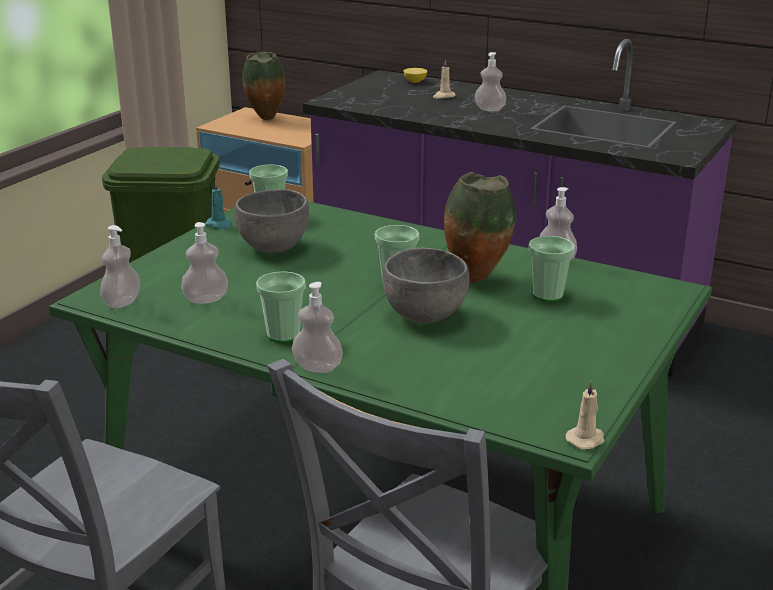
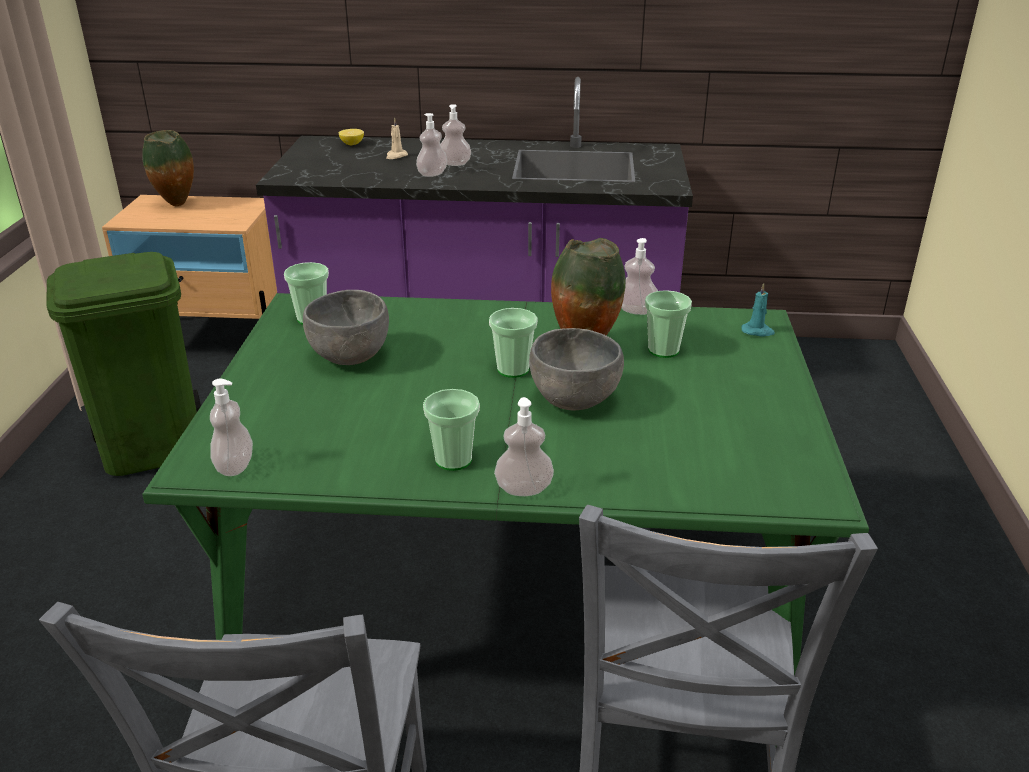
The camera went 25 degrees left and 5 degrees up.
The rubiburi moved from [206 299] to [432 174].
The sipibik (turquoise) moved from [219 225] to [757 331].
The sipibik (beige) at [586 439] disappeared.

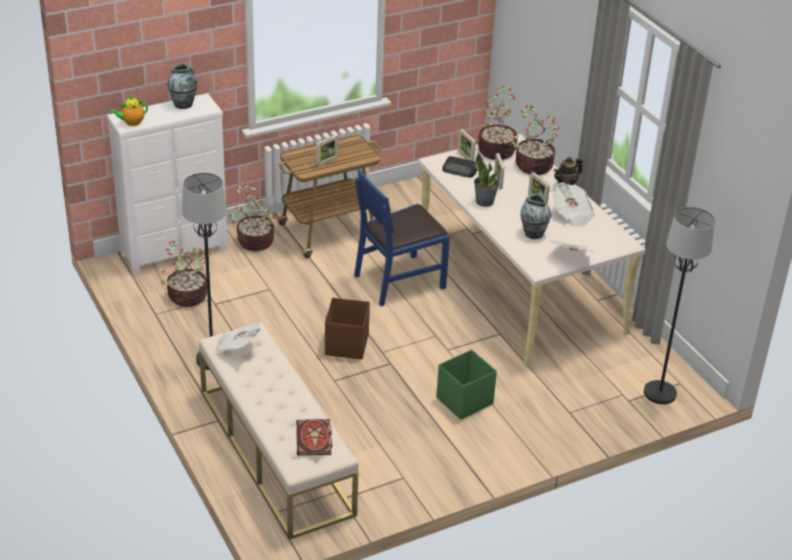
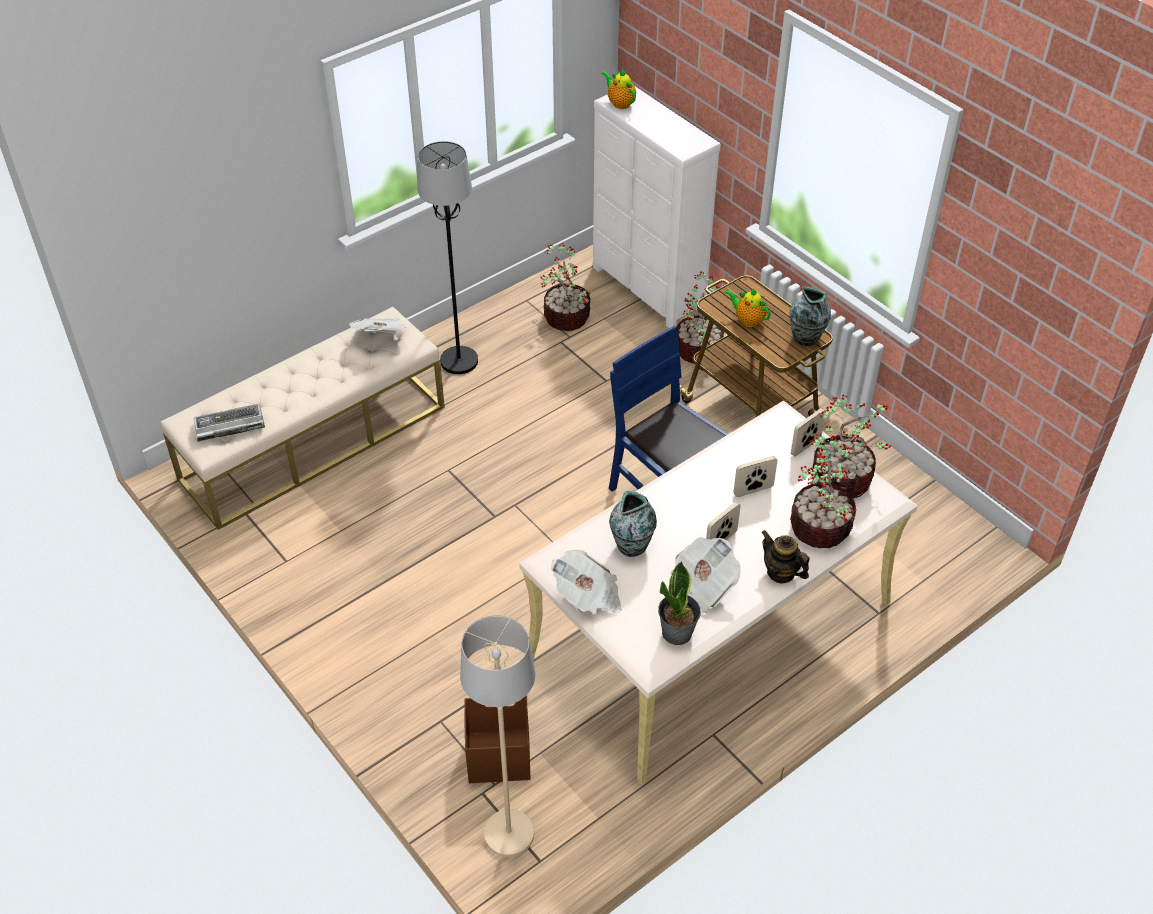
The camera went 80 degrees right and 10 degrees up.
The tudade at [315 440] was replaced by the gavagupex at [229 426].
The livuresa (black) at [660 393] became the livuresa (beige) at [508 834].
The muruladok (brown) moved from [346 345] to [497 756].
The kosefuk moved from [484 201] to [677 633].
The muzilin at [327 162] was replaced by the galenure at [747 320].
The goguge moved from [183 104] to [806 338].
The muruladok (green) at [463 401] disappeared.
The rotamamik at [460 170] disappeared.

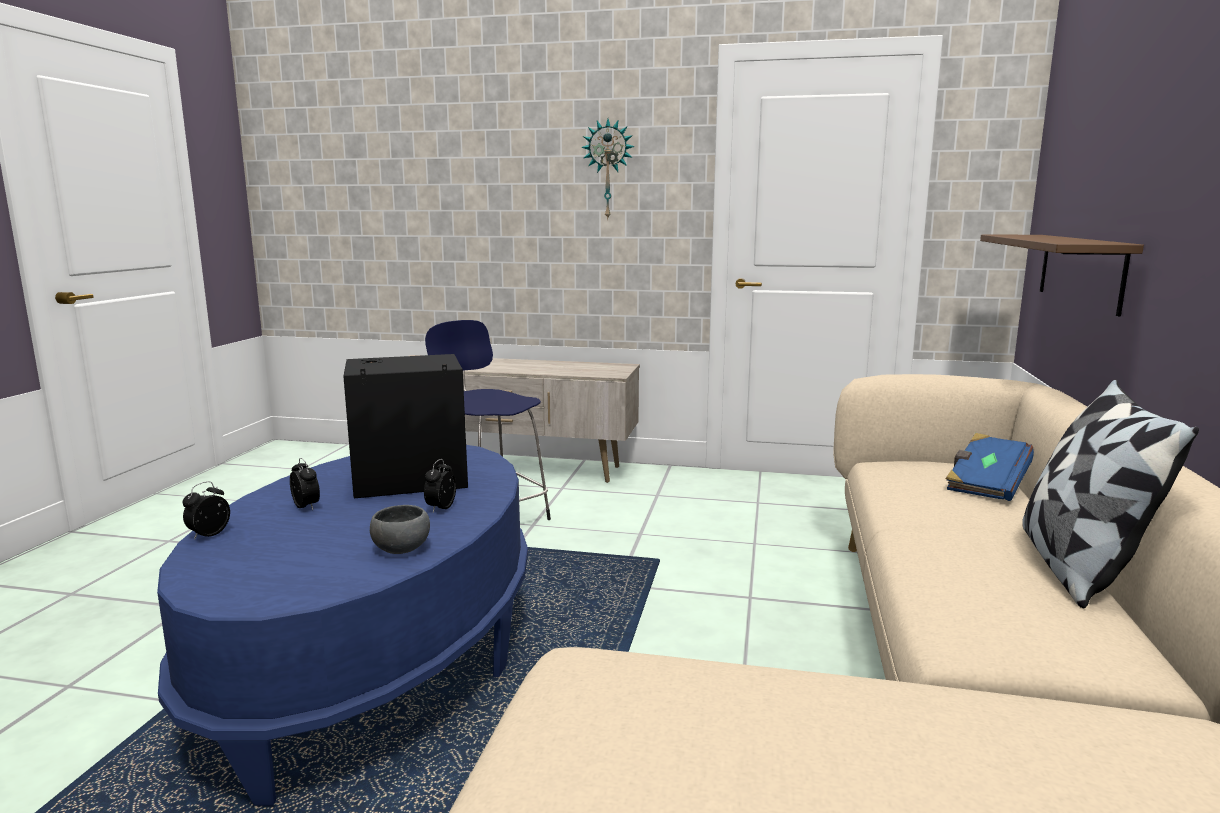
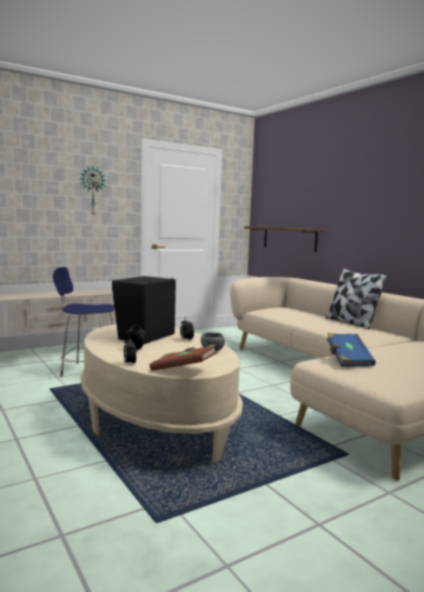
The camera went 45 degrees left and 5 degrees down.
The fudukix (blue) at [378 658] became the fudukix (beige) at [156 420].
The tudade (brown) at [183 370] appeared.
The tudade (blue) moved from [987 485] to [347 360].

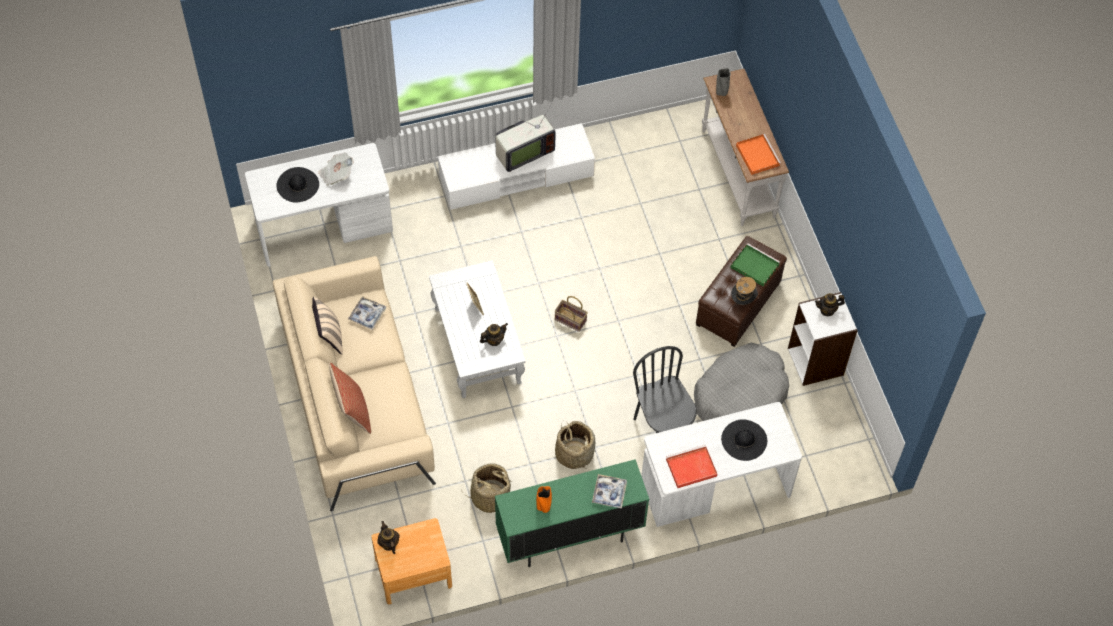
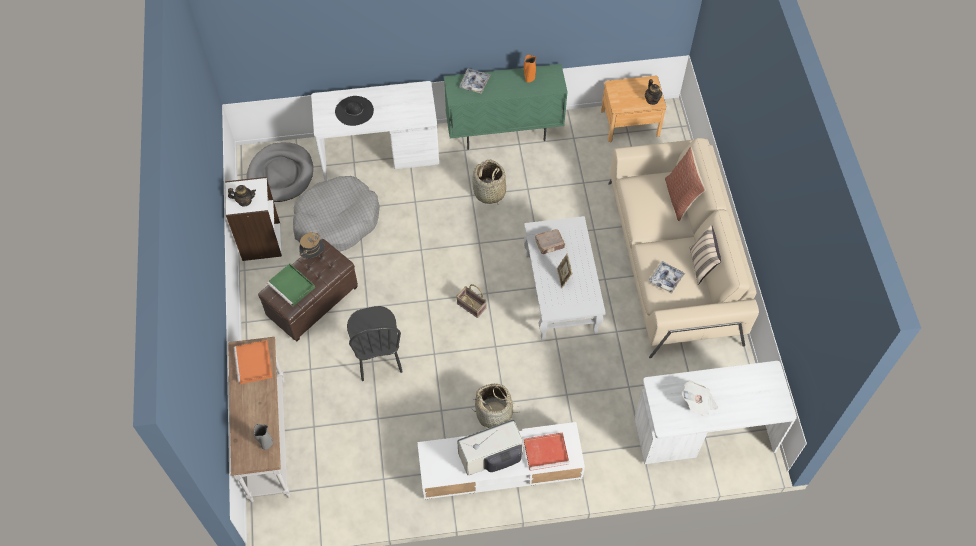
The camera went 170 degrees left and 0 degrees up.
The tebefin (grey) at [281 174] appeared.
The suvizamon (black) moved from [662 430] to [378 358].
The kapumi moved from [490 496] to [494 414].
The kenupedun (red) moved from [690 468] to [547 452].
The galenure at [494 340] was replaced by the tudade (brown) at [550 244].
The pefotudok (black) at [297 185] disappeared.

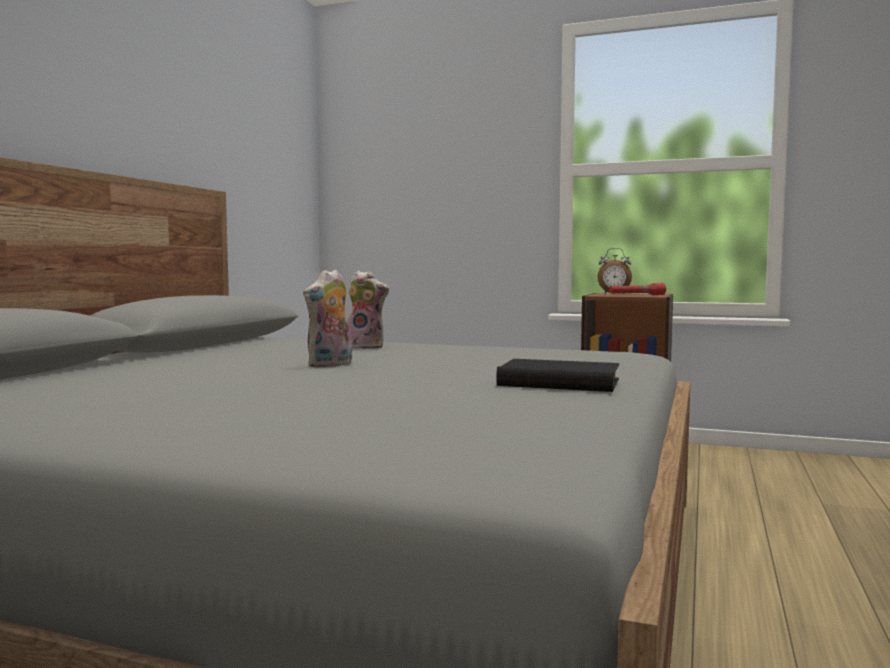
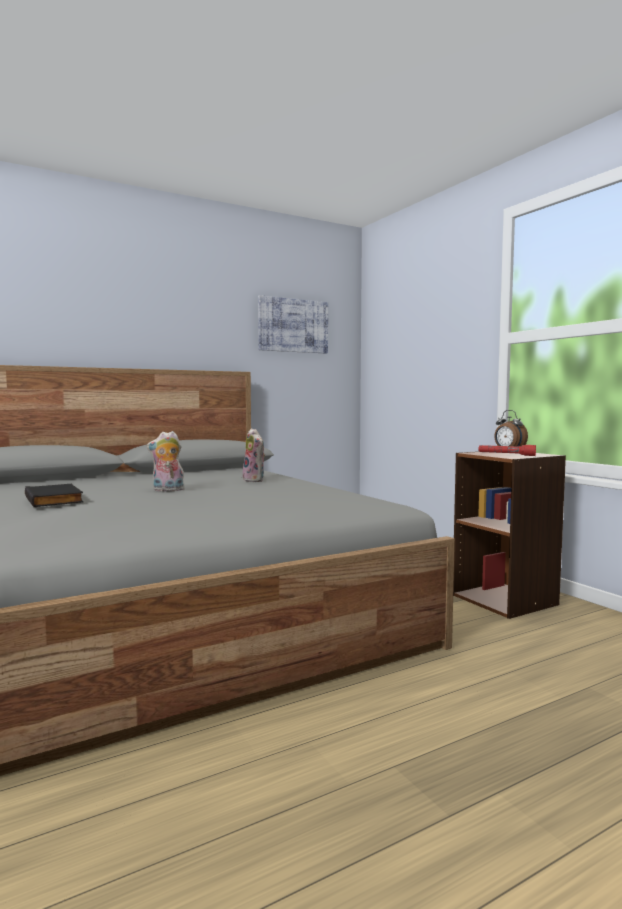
The camera went 40 degrees right and 0 degrees up.
The tudade (black) moved from [560 382] to [55 499].
The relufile at [293 325] appeared.

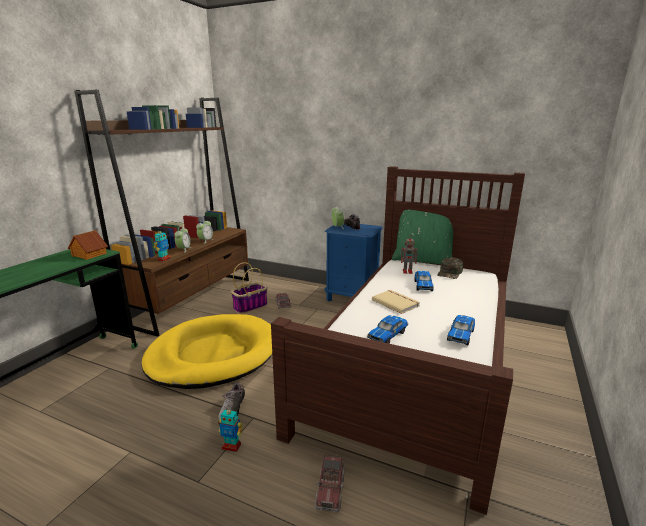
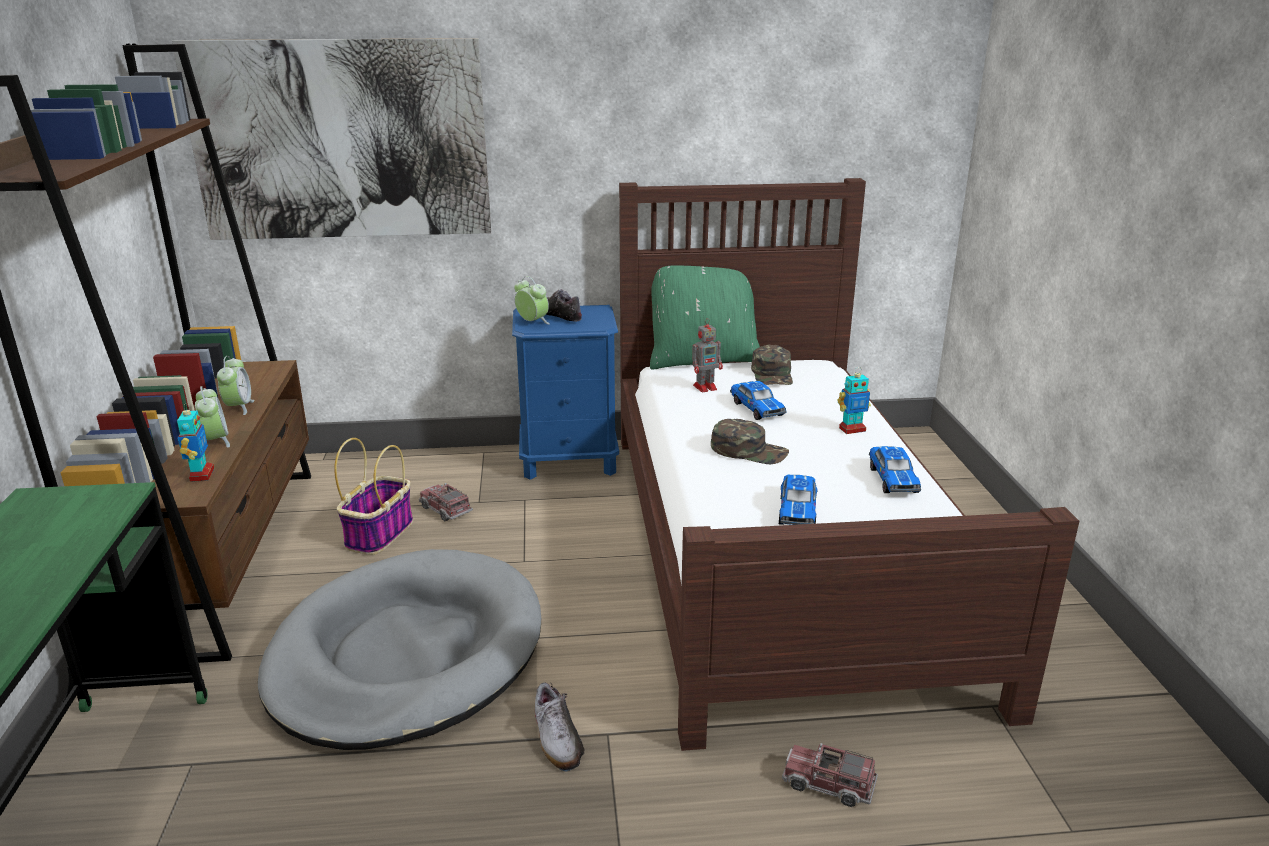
The camera went 30 degrees left and 5 degrees up.
The relufile at [341 140] appeared.
The tebefin (yellow) at [213 354] became the tebefin (grey) at [406 654].
The tudade (beige) at [396 302] was replaced by the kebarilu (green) at [749 450].
The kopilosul at [330 490] turned 135 degrees clockwise.
The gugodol moved from [231 446] to [852 429].
The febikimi at [89 255] disappeared.

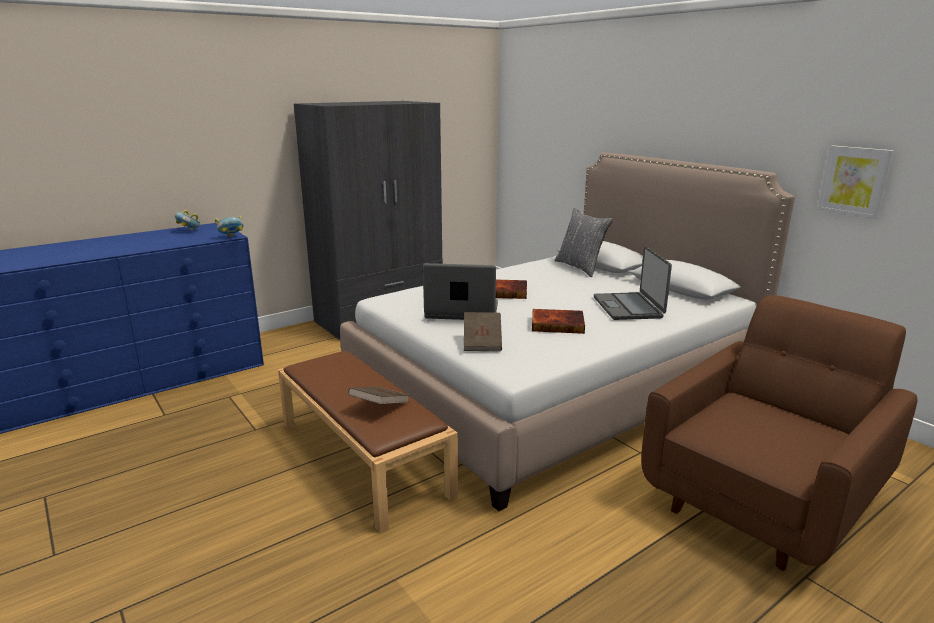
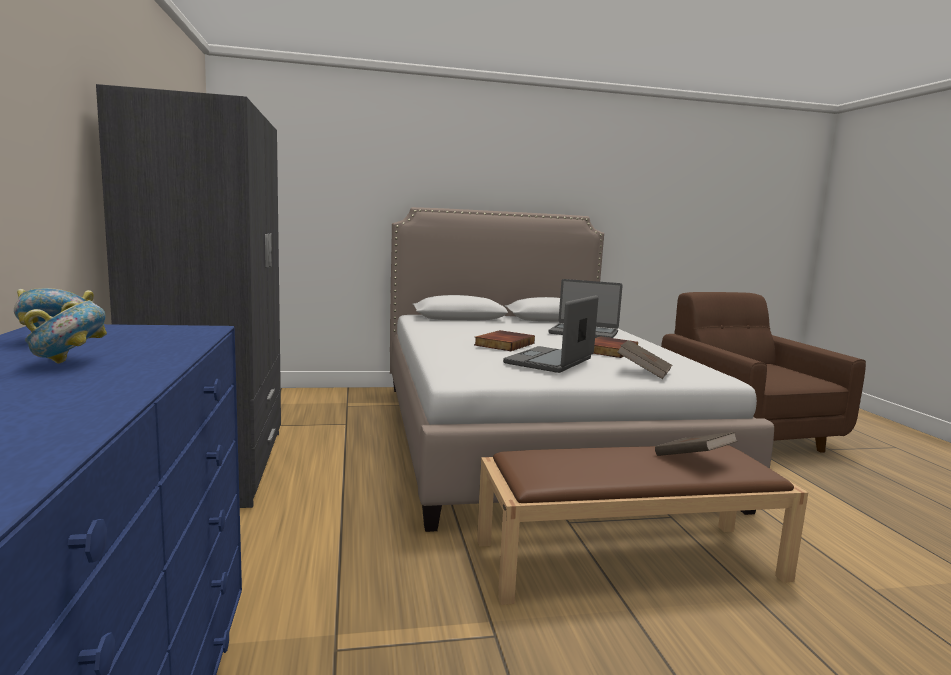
The camera went 65 degrees left and 10 degrees down.
The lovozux moved from [231 237] to [69 363].
The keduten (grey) at [580 268] disappeared.
The relufile at [854 181] disappeared.

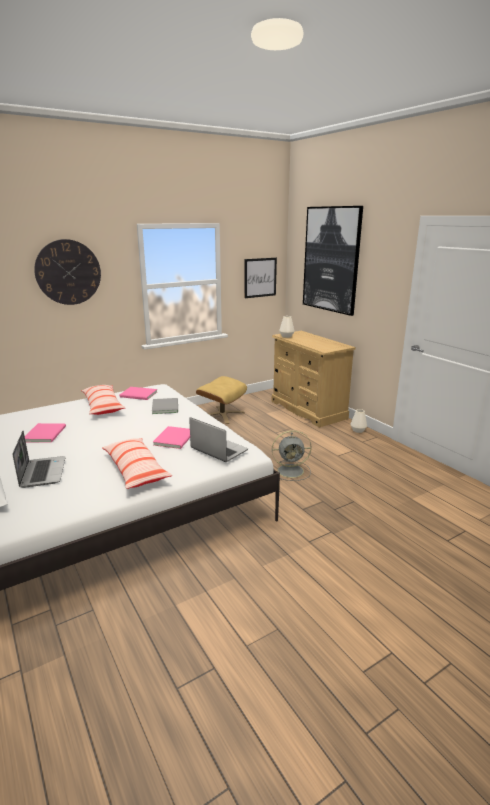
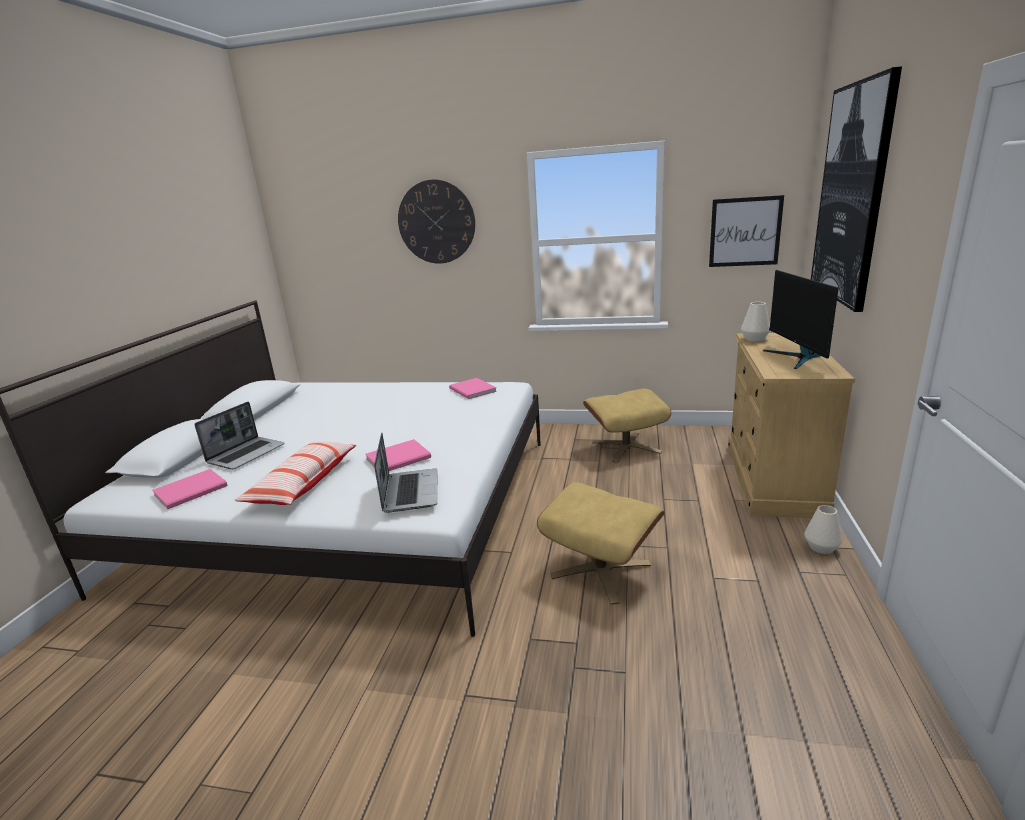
The camera went 45 degrees right and 0 degrees up.
The tudade (pink) moved from [46 433] to [193 490].
The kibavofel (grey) at [291 471] was replaced by the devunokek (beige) at [601 570].
The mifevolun at [797 358] appeared.
The keduten at [103 406] disappeared.
The tudade (grey) at [166 406] disappeared.

